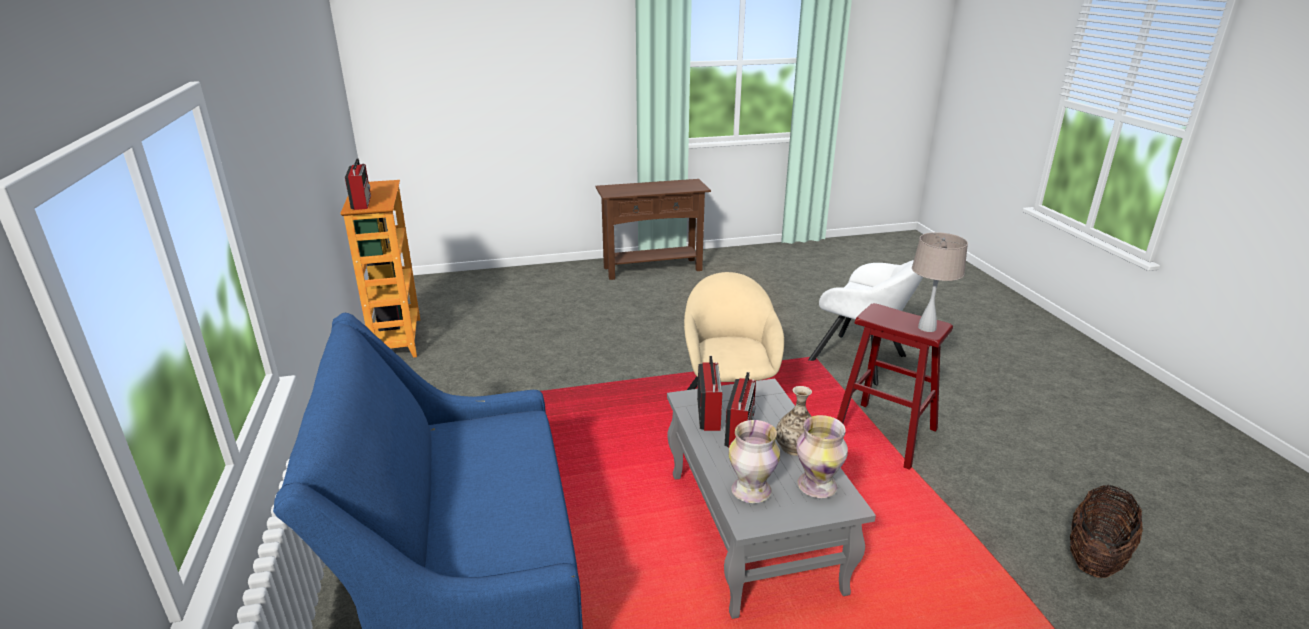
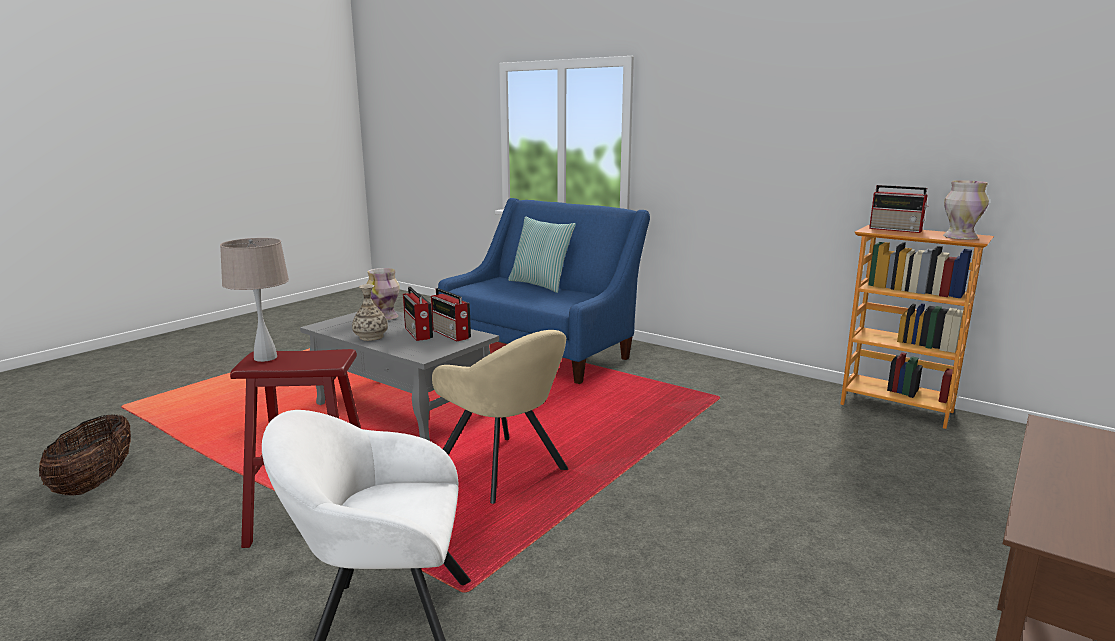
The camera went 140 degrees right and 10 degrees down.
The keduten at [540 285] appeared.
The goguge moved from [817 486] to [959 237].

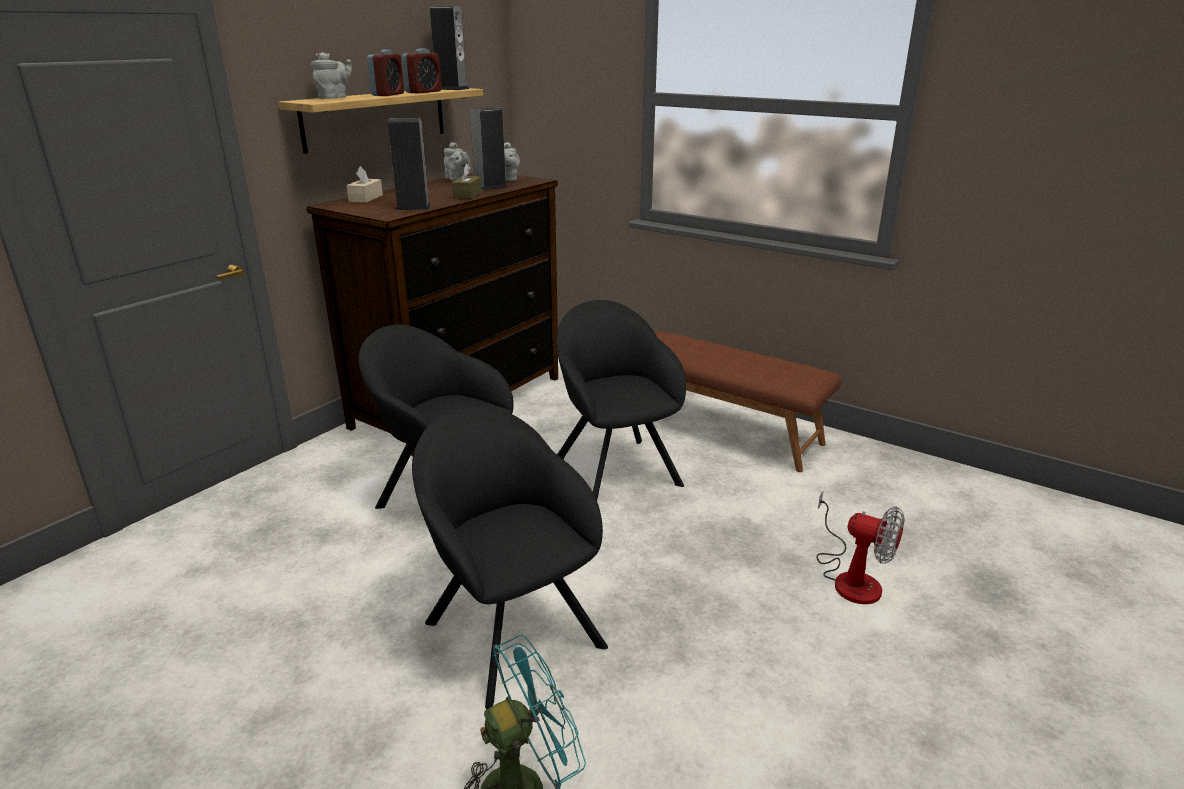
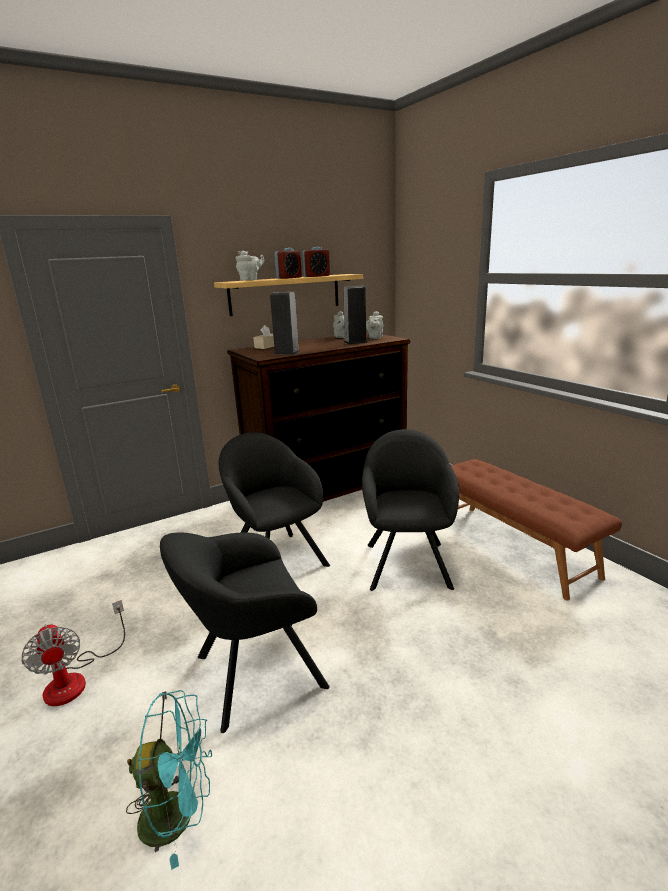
The camera went 25 degrees right and 5 degrees down.
The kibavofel moved from [850 577] to [76 678].
The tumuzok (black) at [509 628] turned 105 degrees counterclockwise.
The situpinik at [451 89] disappeared.
The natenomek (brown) at [467 195] disappeared.

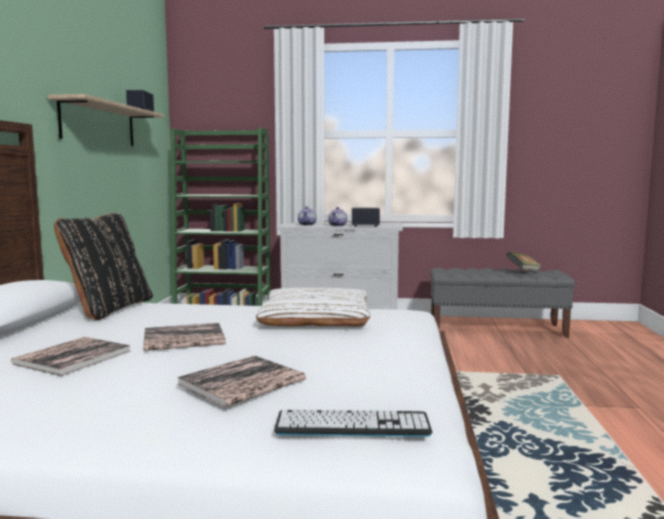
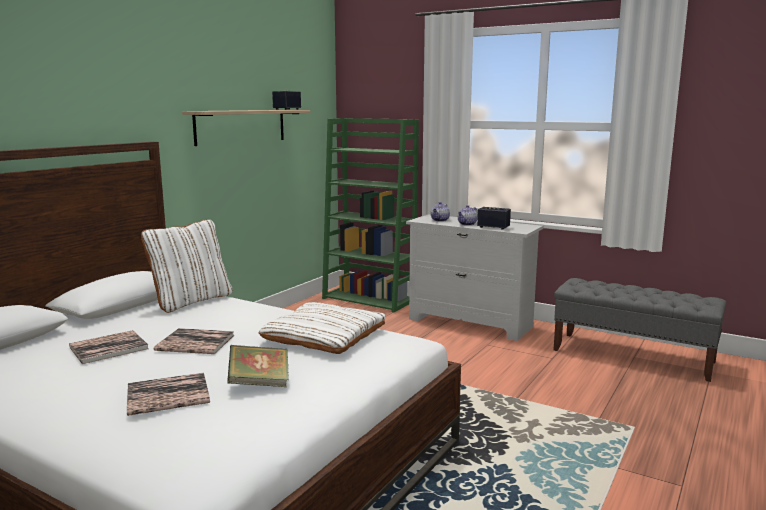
The camera went 25 degrees right and 5 degrees up.
The keduten (black) at [109 309] became the keduten (white) at [191 301].
The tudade moved from [523 271] to [259 383].
The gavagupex at [352 425] disappeared.

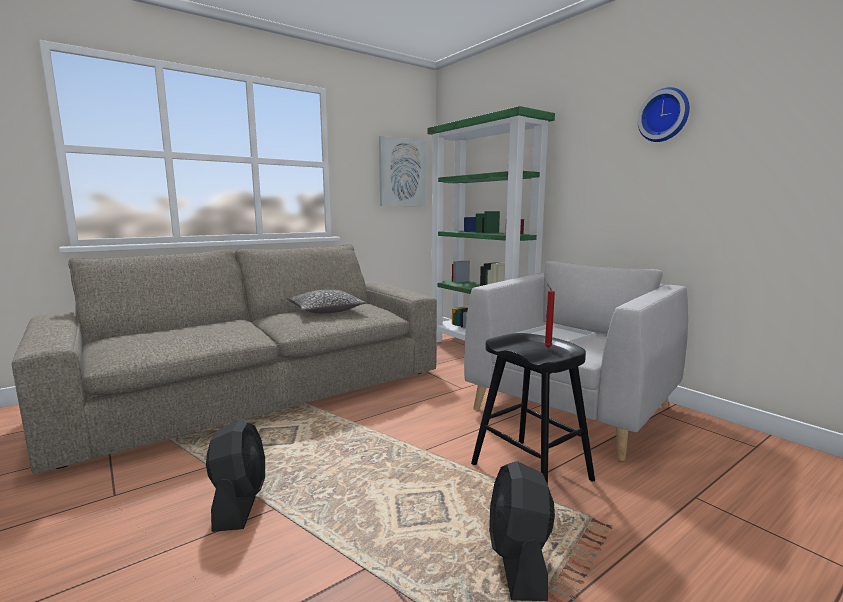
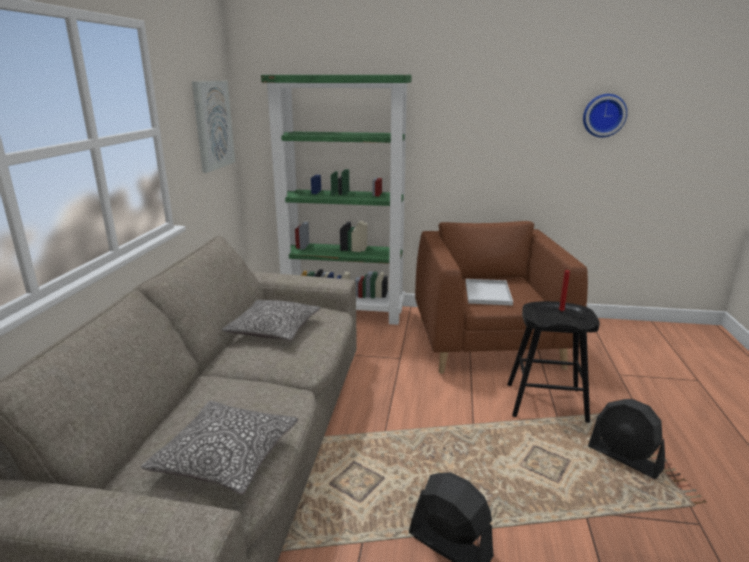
The camera went 45 degrees left and 10 degrees up.
The keduten at [226 457] appeared.
The tumuzok (grey) at [571 407] became the tumuzok (brown) at [487 342].
The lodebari moved from [664 115] to [603 115].

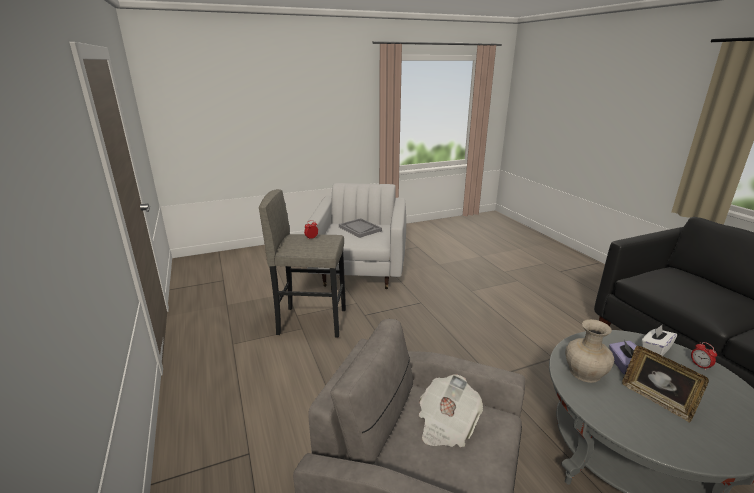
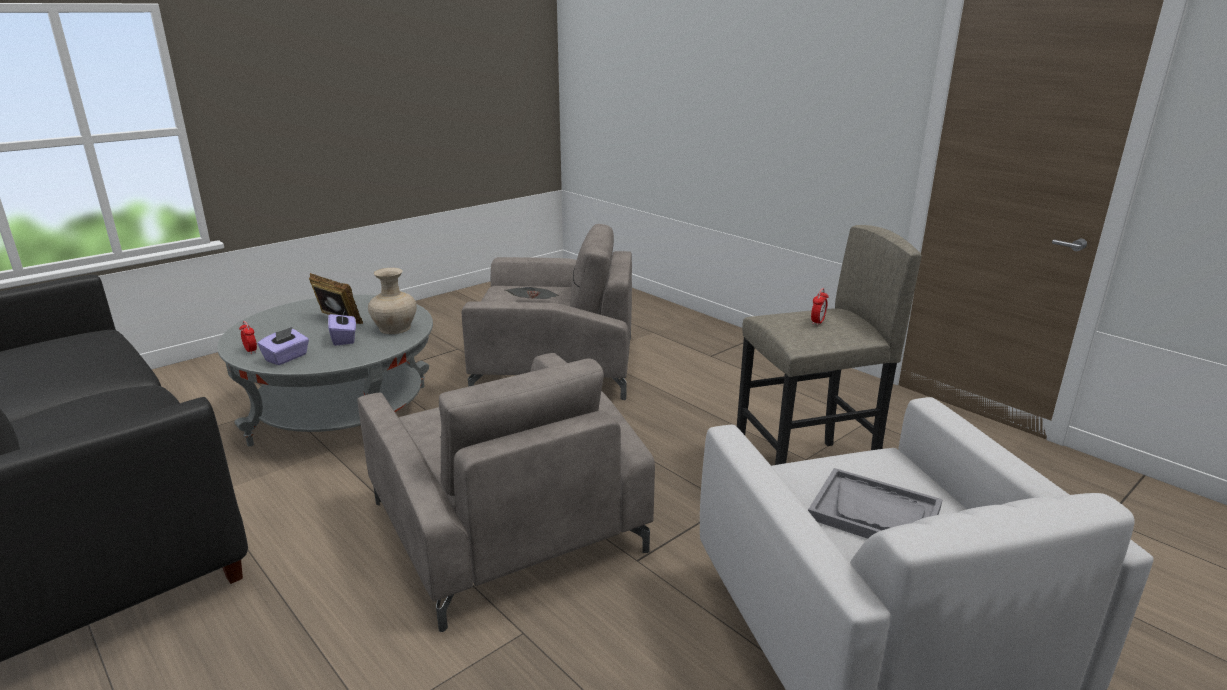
The camera went 160 degrees right and 0 degrees up.
The natenomek (white) at [655 349] became the natenomek (purple) at [287 358].
The tumuzok (grey) at [506 525] appeared.

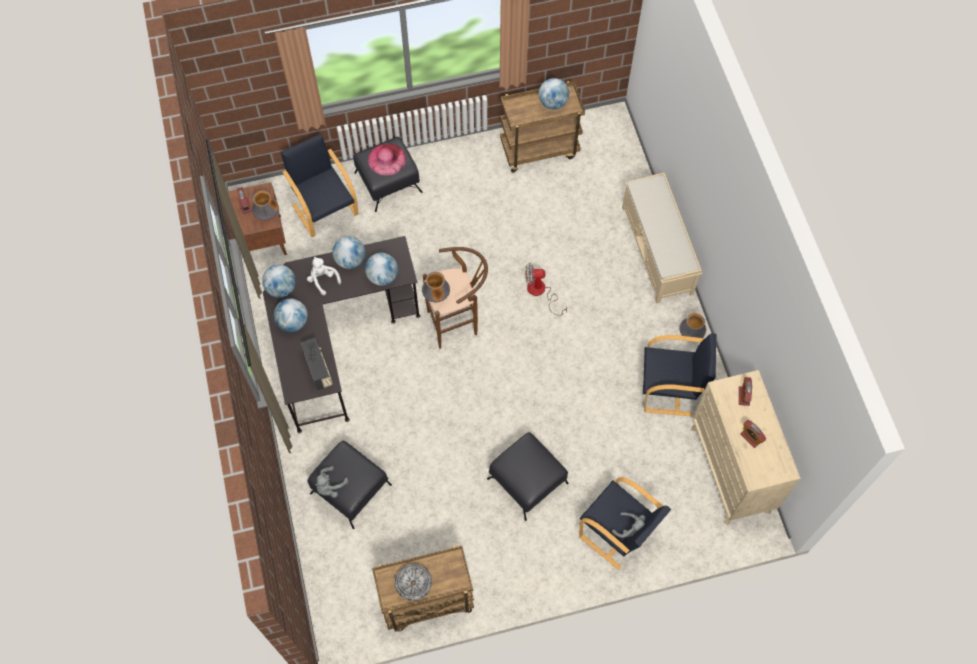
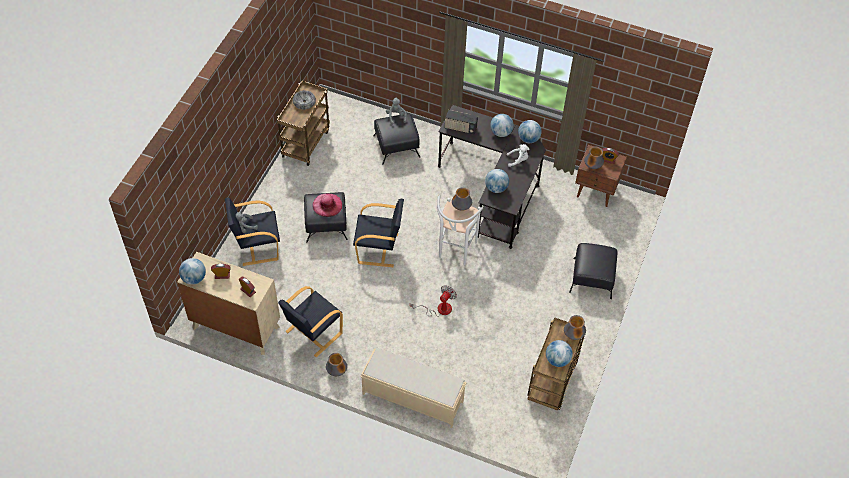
The camera went 125 degrees right and 10 degrees down.
The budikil moved from [350 260] to [194 278].
The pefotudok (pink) moved from [387 159] to [327 205].
The tumuzok (black) moved from [325 208] to [379 249].
The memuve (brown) at [457 323] became the memuve (white) at [455 252].
The goguge at [573 335] appeared.

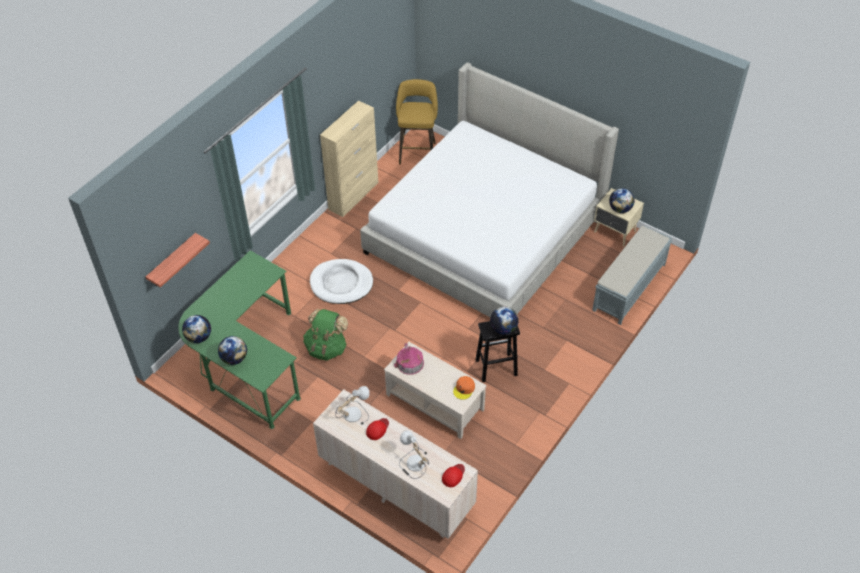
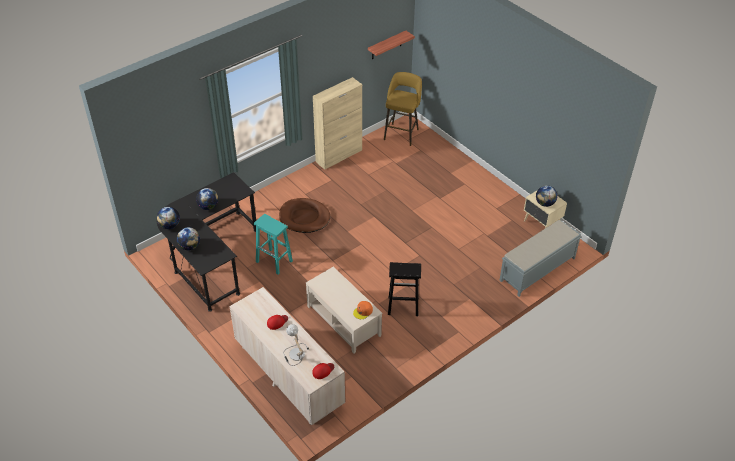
The camera went 15 degrees right and 5 degrees down.
The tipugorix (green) at [246 361] became the tipugorix (black) at [209 258].
The budikil moved from [503 328] to [208 207].
The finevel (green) at [326 347] was replaced by the memuve (turquoise) at [274 262].
The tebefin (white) at [341 283] became the tebefin (brown) at [304 217].
The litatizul moved from [172 261] to [386 45].
The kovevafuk at [352 412] disappeared.
The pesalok at [484 234] disappeared.
The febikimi at [410 363] disappeared.

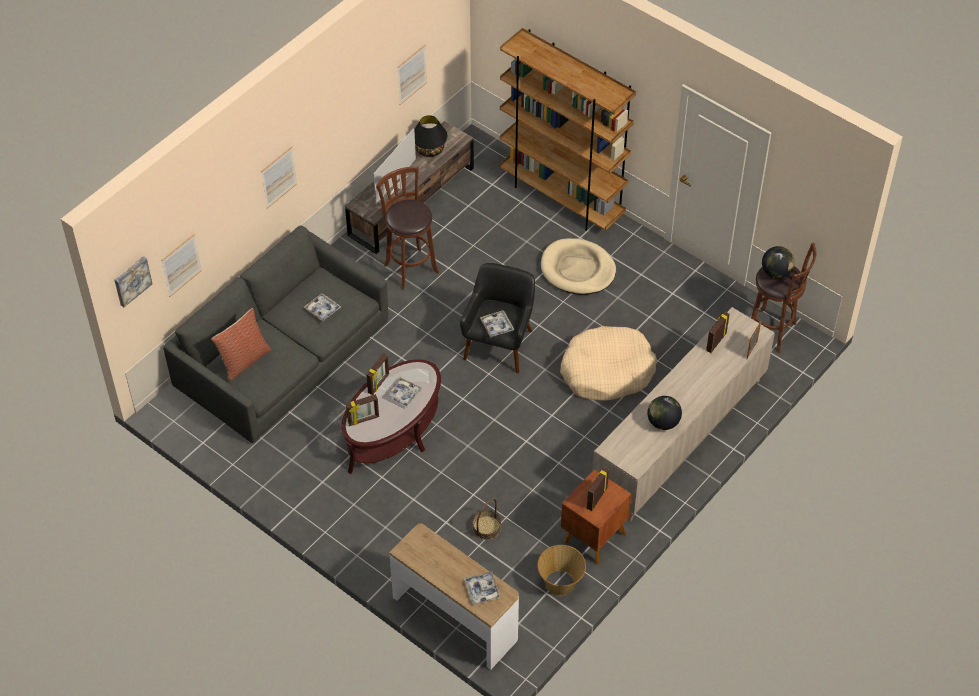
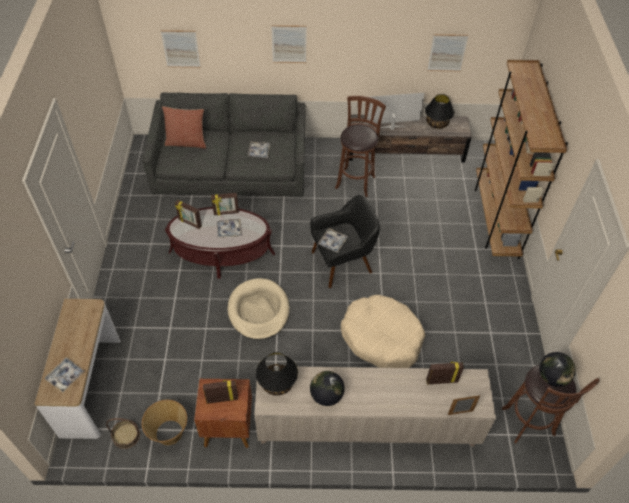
The camera went 50 degrees right and 0 degrees up.
The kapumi moved from [486 527] to [126 436].
The tebefin (beige) moved from [577 269] to [258 310].
The kovevafuk (black) at [277 383] appeared.
The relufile at [131 280] disappeared.

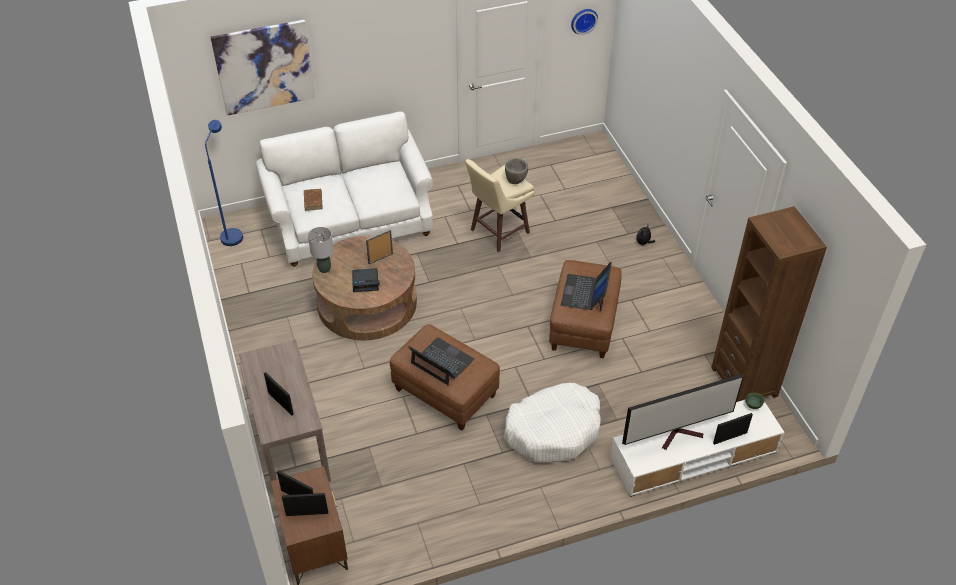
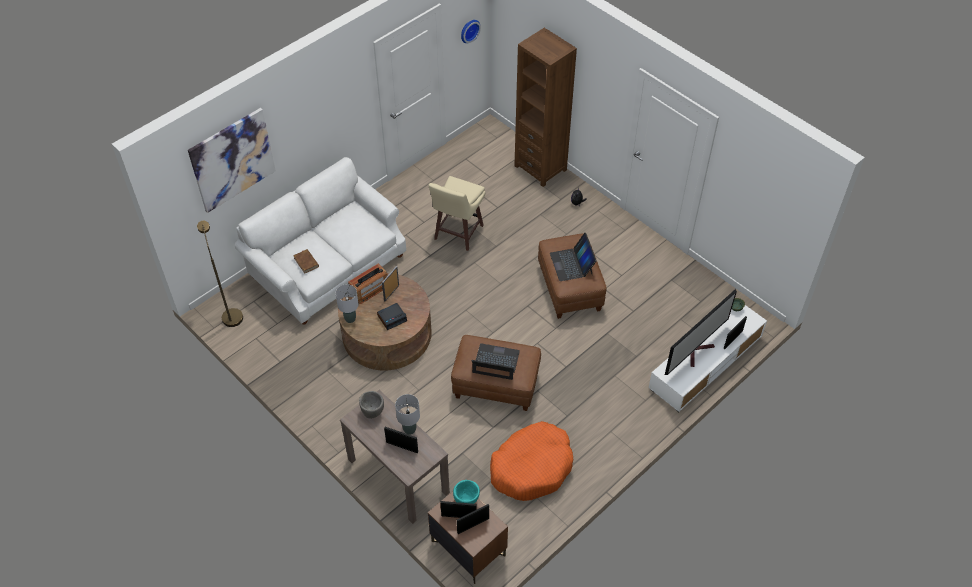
The camera went 25 degrees left and 5 degrees up.
The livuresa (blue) at [232 233] became the livuresa (brown) at [230 314].
The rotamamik at [369 290] appeared.
The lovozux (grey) moved from [515 180] to [372 412].
The kovevafuk (grey) at [409 429] appeared.
The lovozux (turquoise) at [466 500] appeared.
The tebefin (orange) at [531 467] appeared.
The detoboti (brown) moved from [744 382] to [540 168].
The tebefin (white) at [553 430] disappeared.

